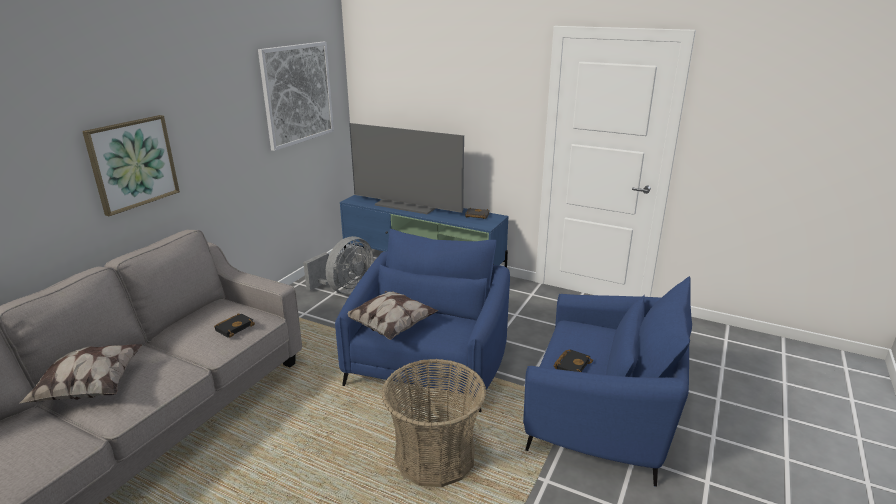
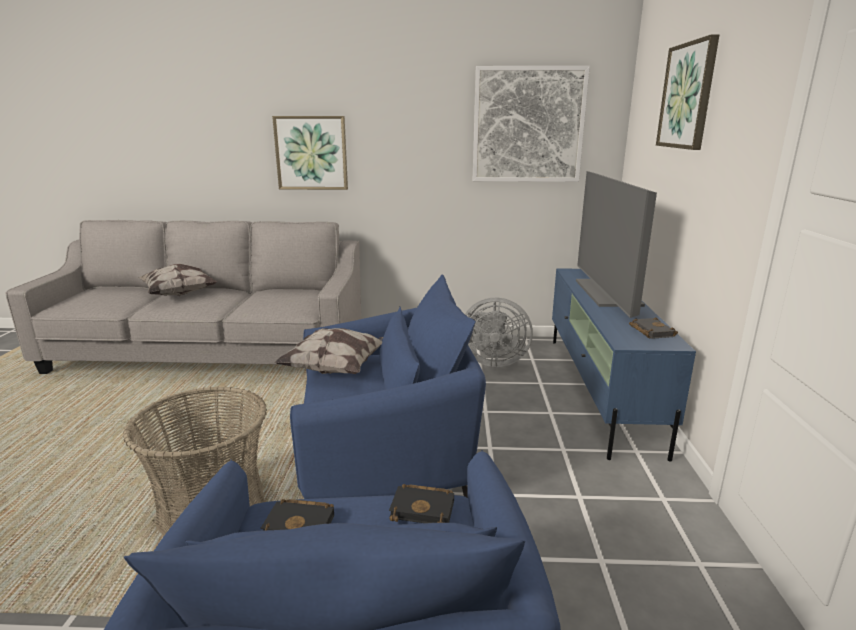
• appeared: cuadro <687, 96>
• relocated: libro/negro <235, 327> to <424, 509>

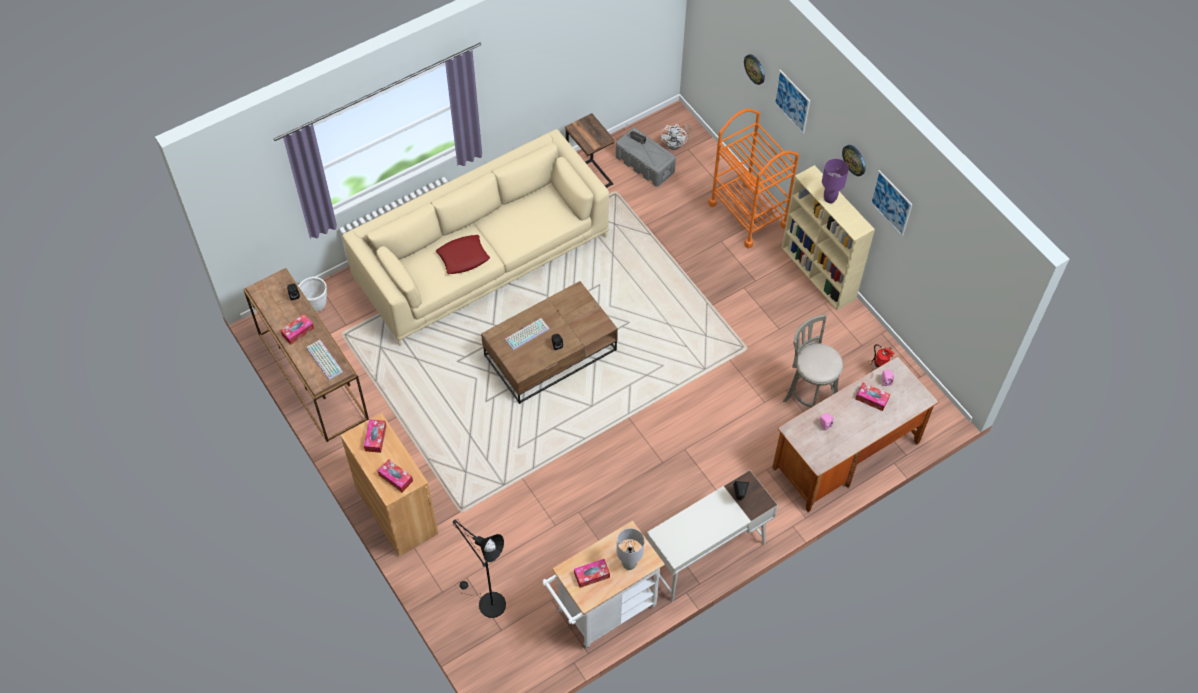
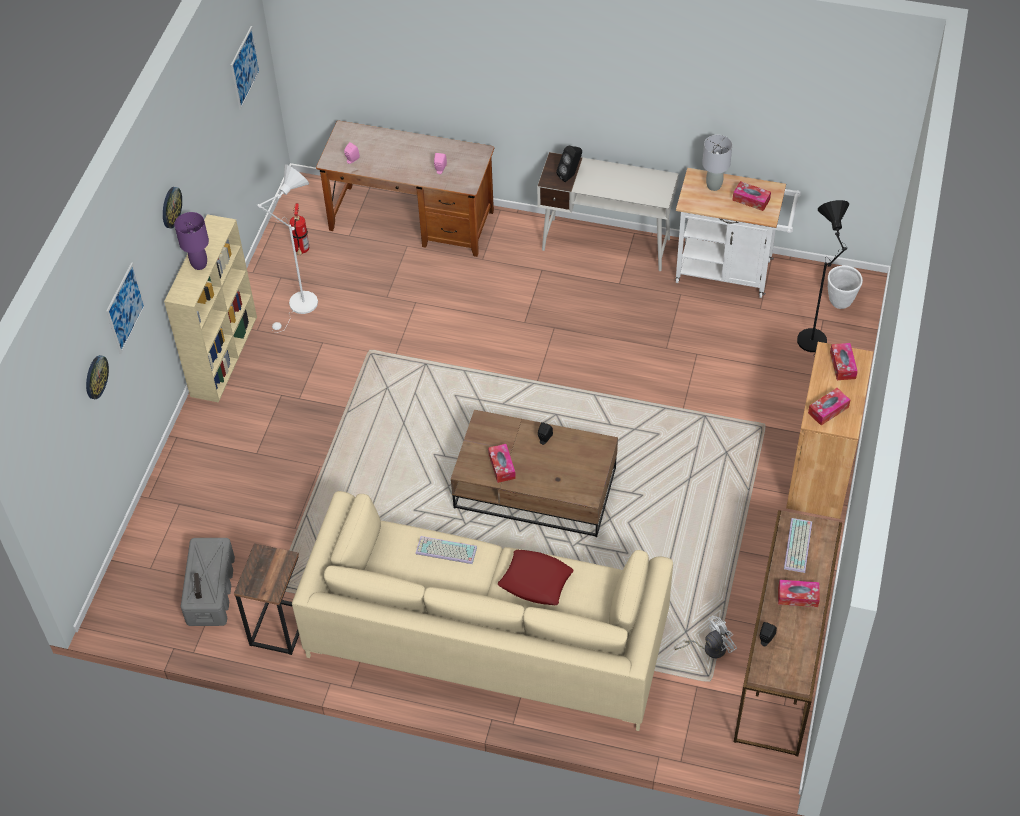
• missing: carrito/naranja <748, 214>
• missing: taburete/gris <808, 398>
• appeared: lámpara de pie/blanco <300, 307>
• relocated: maceta/blanco <316, 305> to <840, 302>
• relocated: teclado <527, 333> to <445, 551>
• relocated: ventilador/blanco <676, 143> to <709, 648>
• relocated: caja de pañuelos <871, 399> to <502, 466>
• relocated: cuadro <891, 203> to <245, 67>

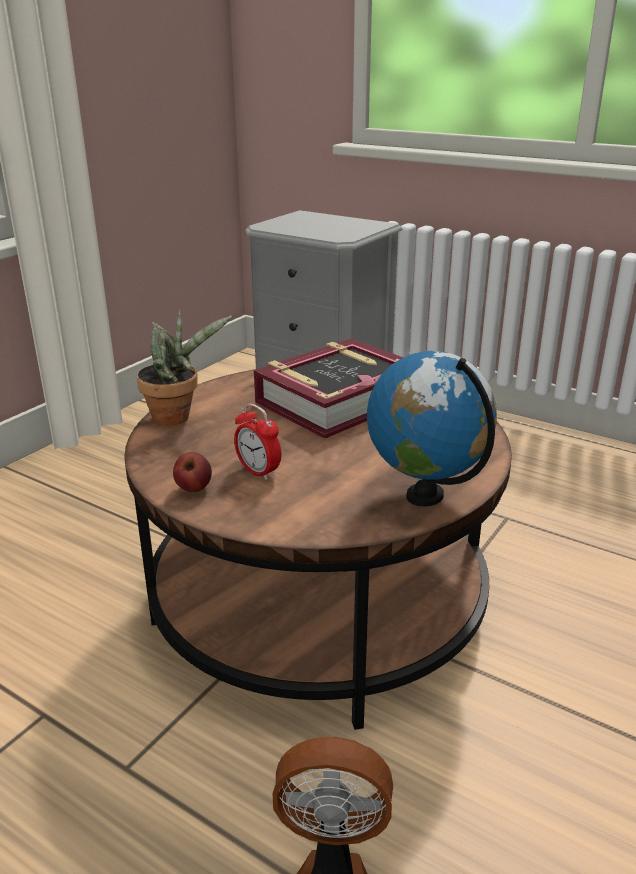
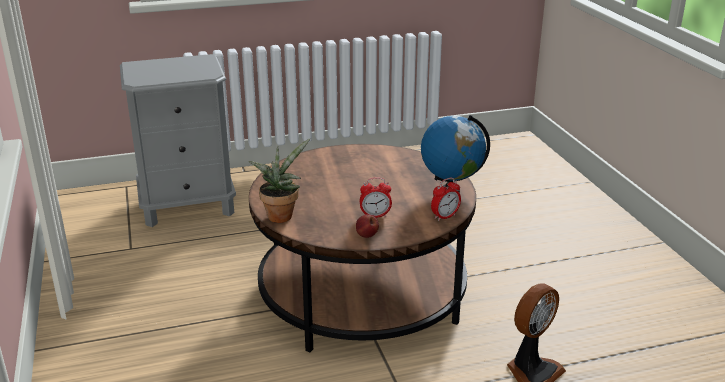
• missing: libro <338, 400>
• appeared: despertador <445, 216>

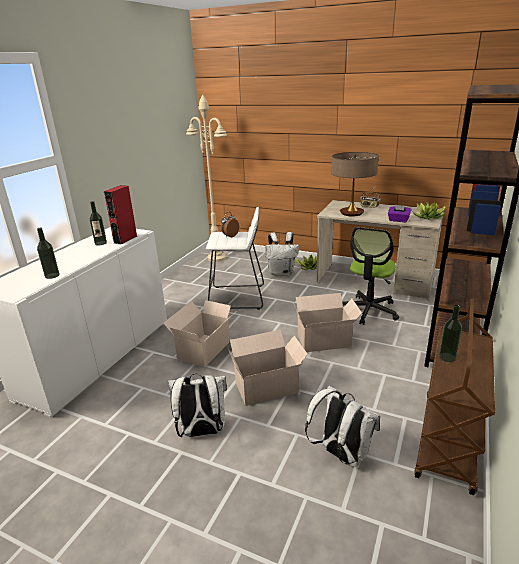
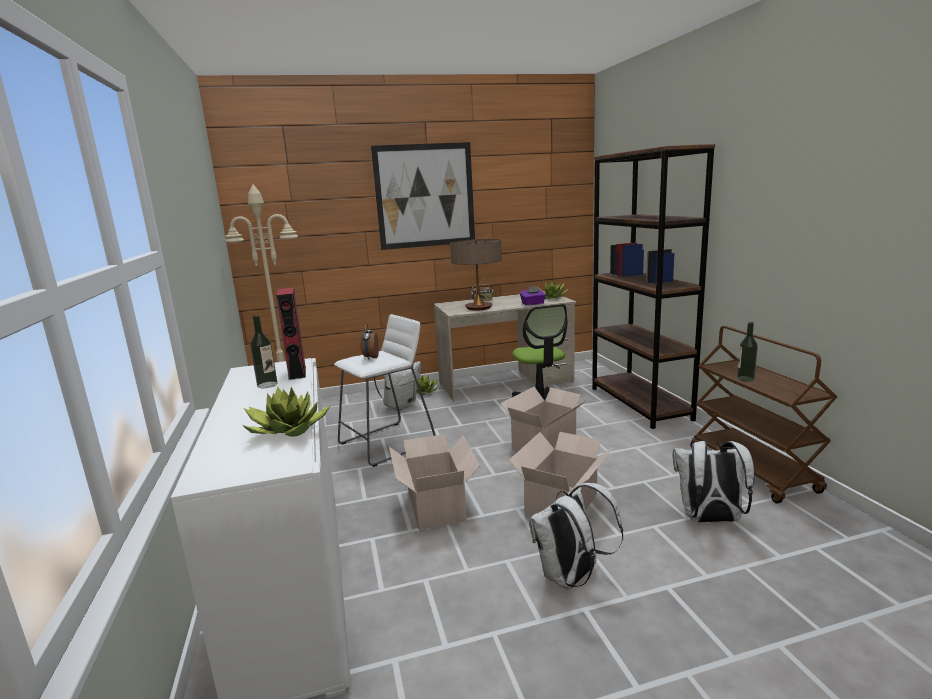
• appeared: cuadro <425, 196>
• exchanged: botella <52, 275> to planta en maceta <288, 430>

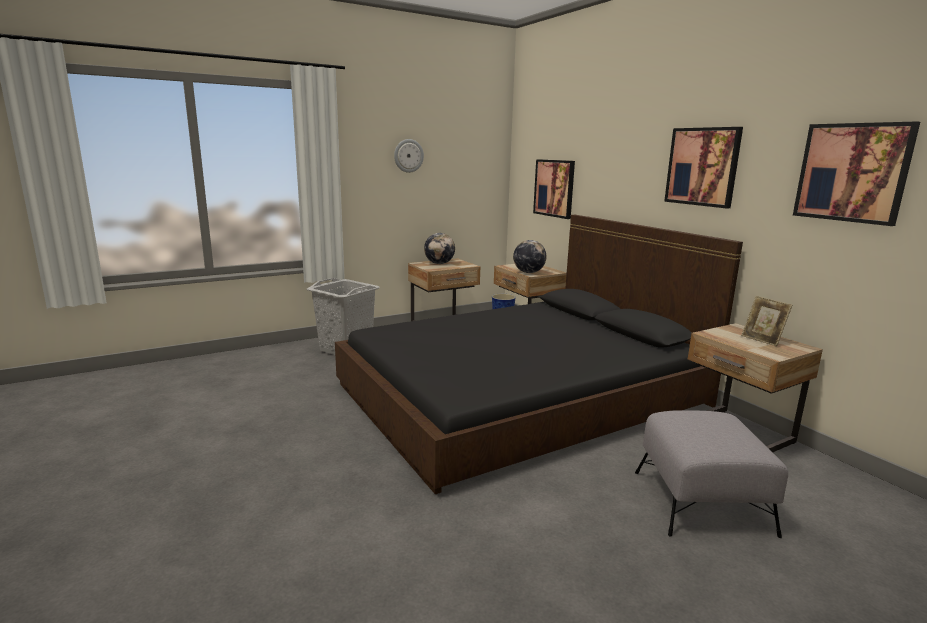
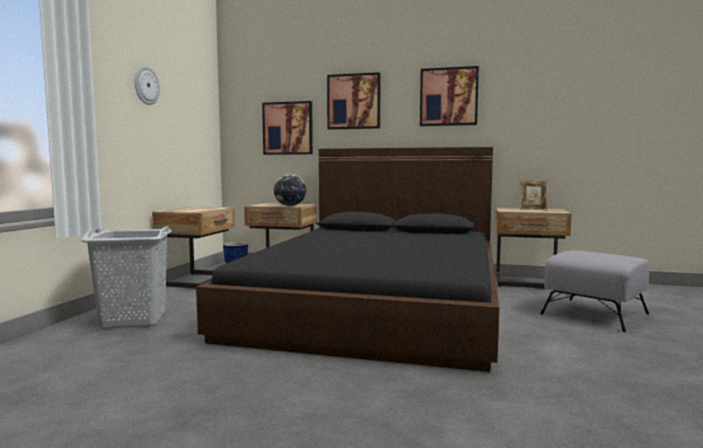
• missing: globo terráqueo <439, 263>
• relocated: cuadro <852, 172> to <354, 101>

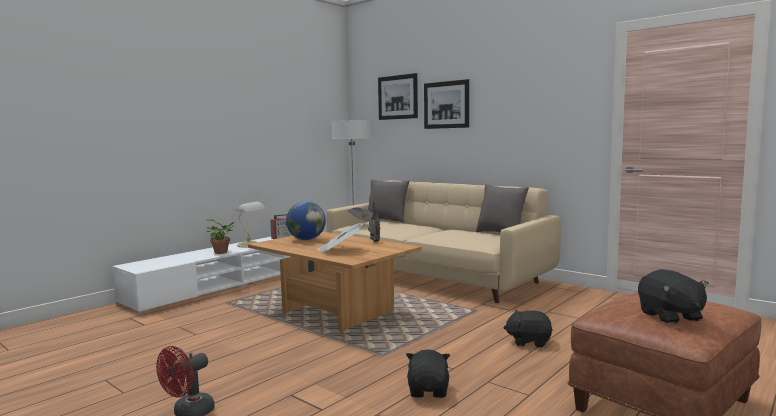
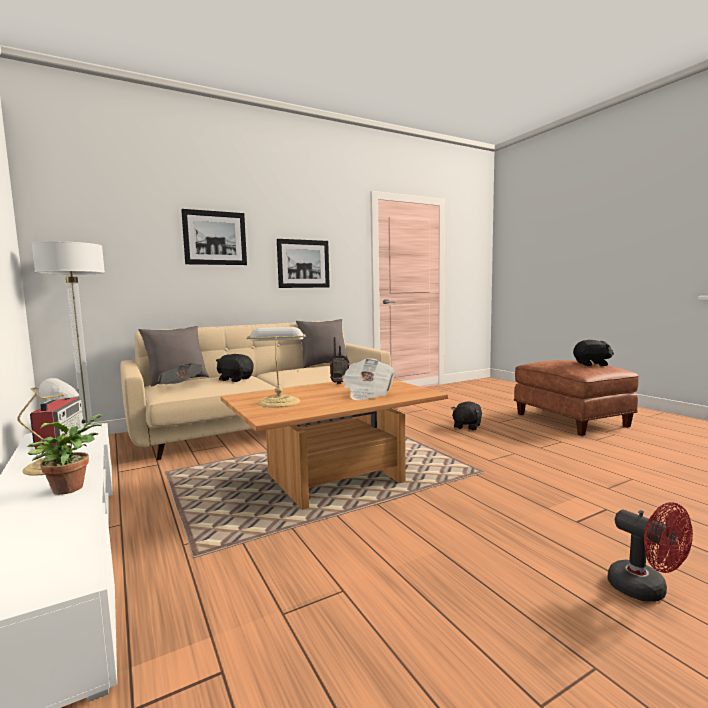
• relocated: cuadro <397, 97> to <303, 264>
• relocated: peluche/negro <428, 391> to <235, 379>
• exchanged: globo terráqueo <306, 239> to lámpara de mesa <279, 401>

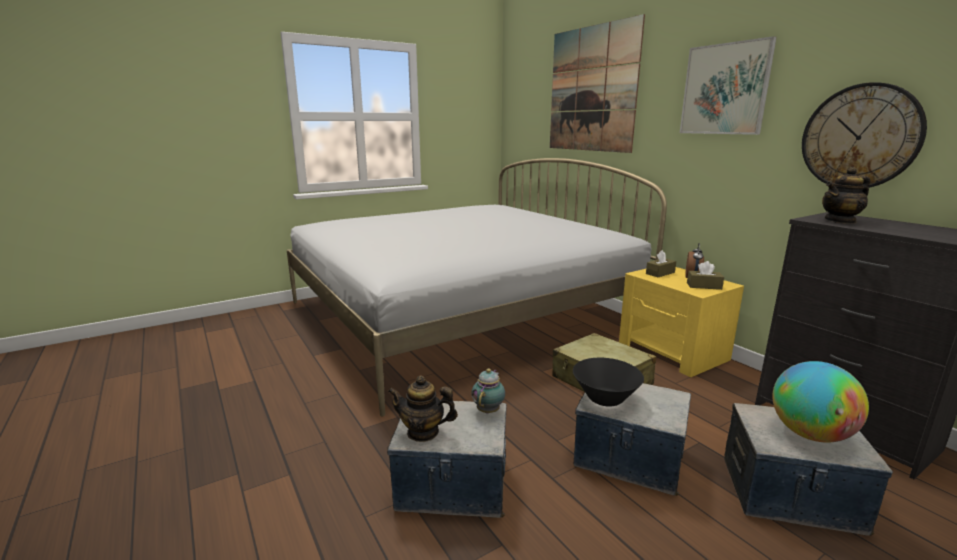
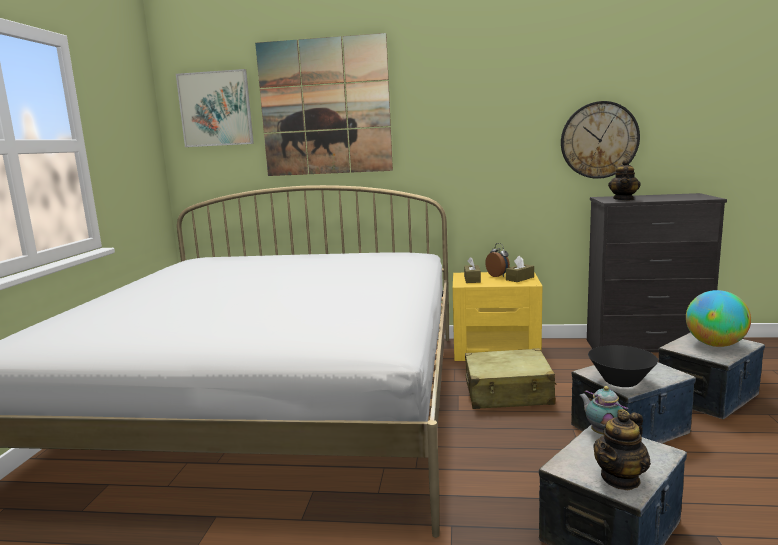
• relocated: cuadro <724, 89> to <215, 109>

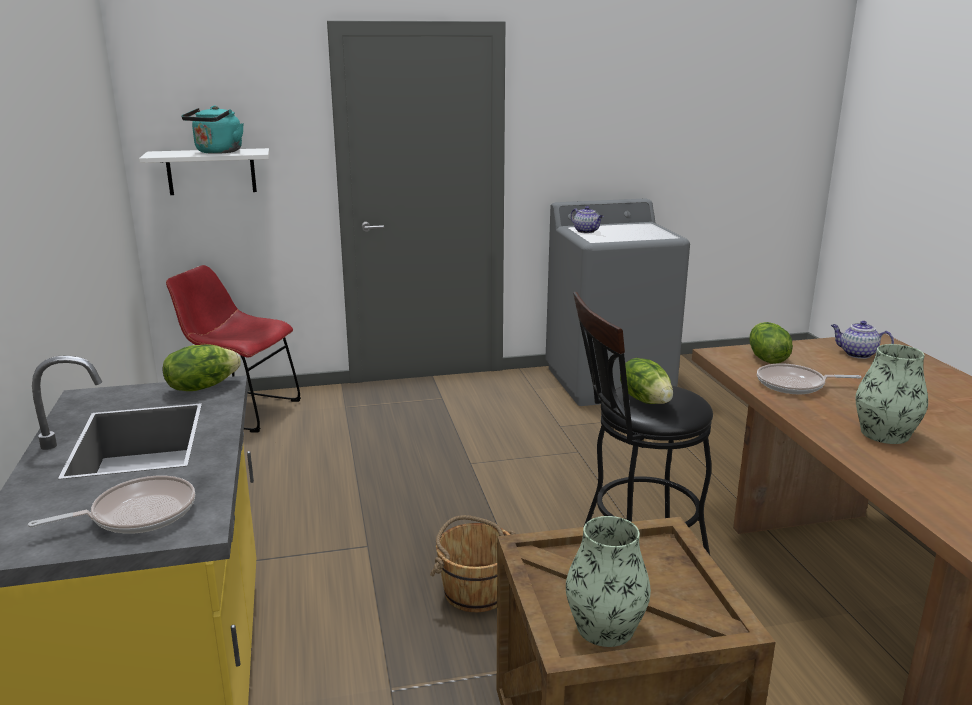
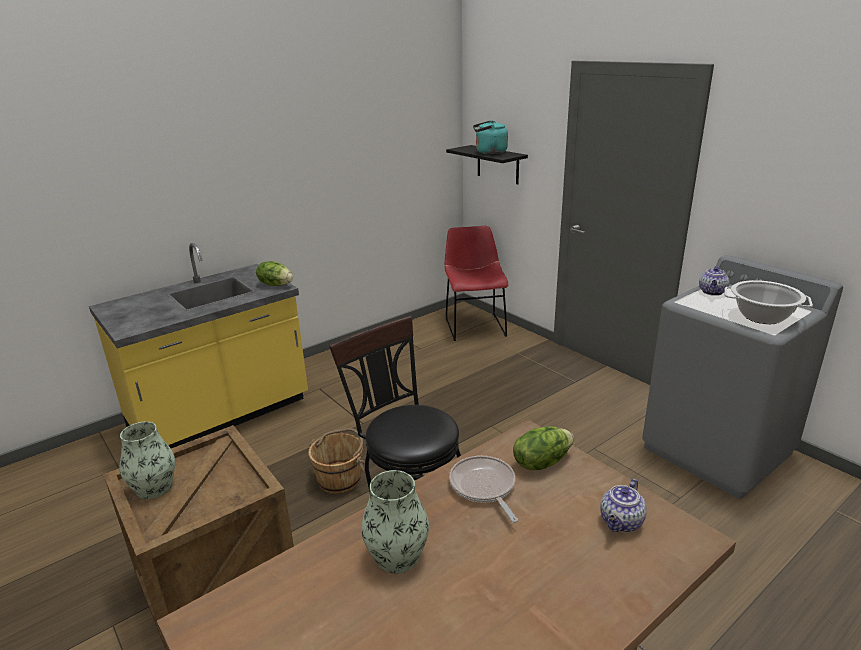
• missing: sartén <137, 514>
• missing: lechuga <646, 400>
• appeared: olla <762, 316>
• colour: estante/blanco <211, 171> to estante/negro <498, 164>
• spun: tetera <857, 354> = <621, 522> 150 degrees counterclockwise

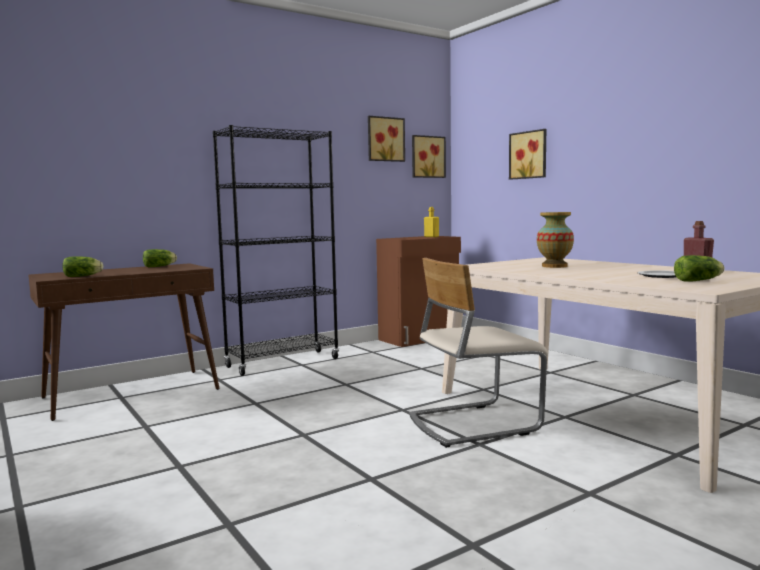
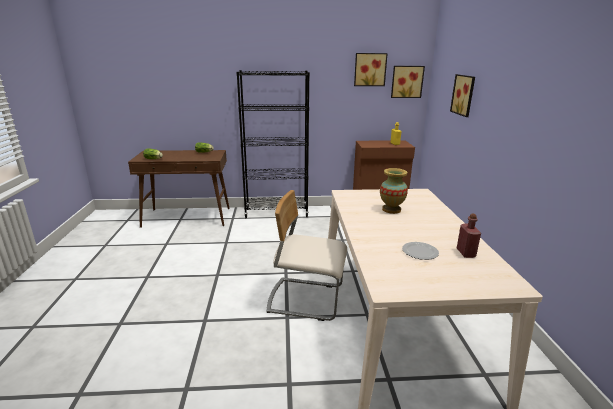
• missing: lechuga <699, 280>

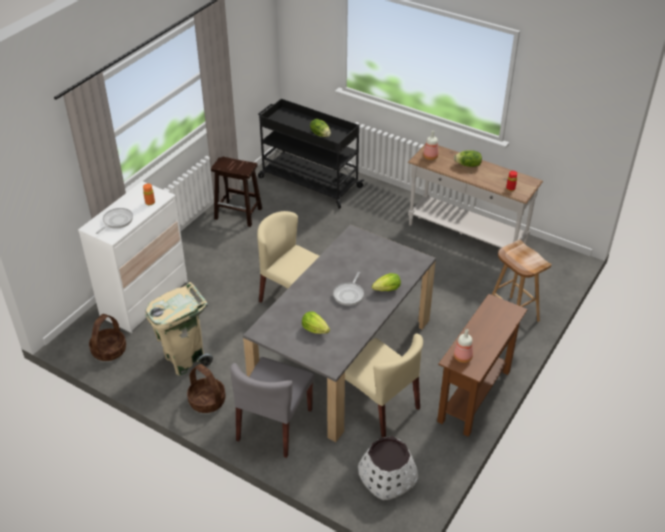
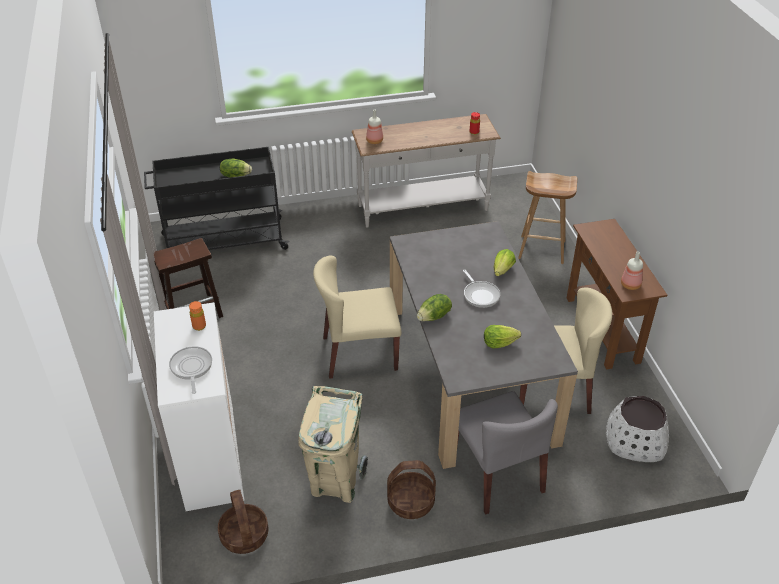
• relocated: lechuga <468, 165> to <434, 316>

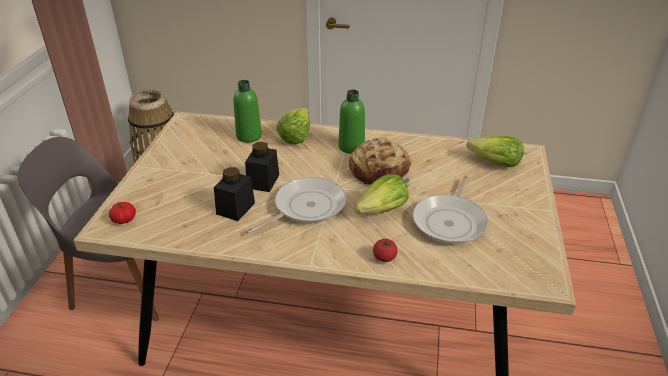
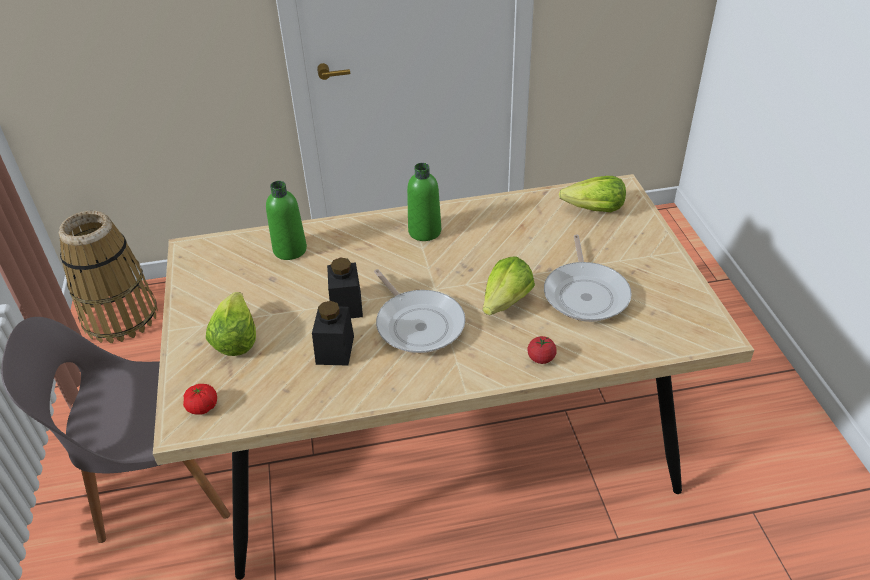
• missing: pan <380, 171>
• relocated: lechuga <295, 136> to <235, 338>
• spun: sartén <306, 207> = <418, 323> 120 degrees clockwise

